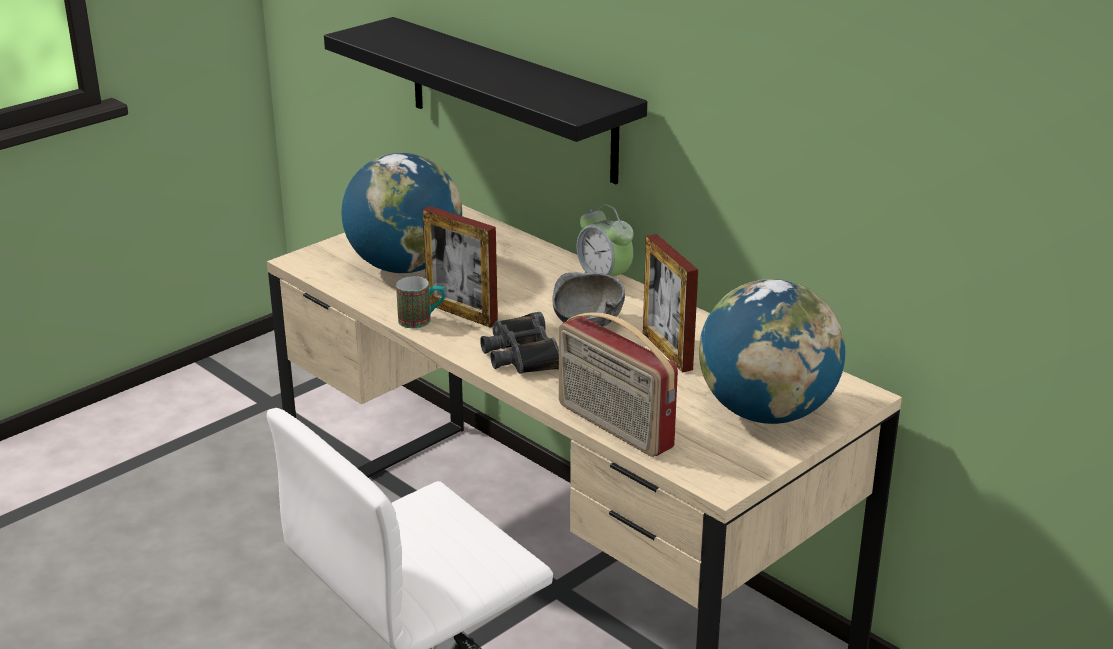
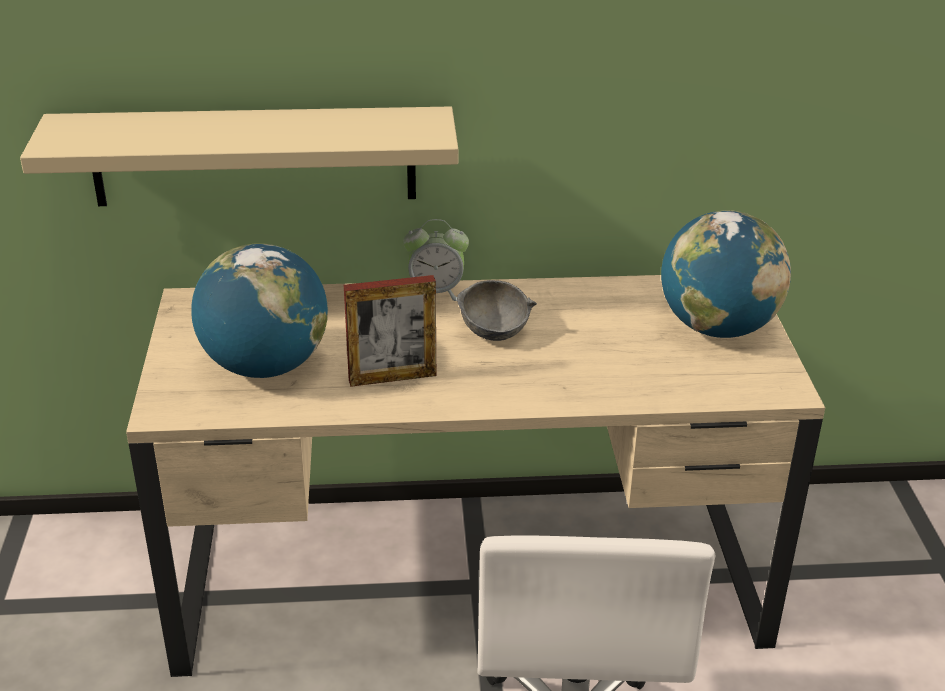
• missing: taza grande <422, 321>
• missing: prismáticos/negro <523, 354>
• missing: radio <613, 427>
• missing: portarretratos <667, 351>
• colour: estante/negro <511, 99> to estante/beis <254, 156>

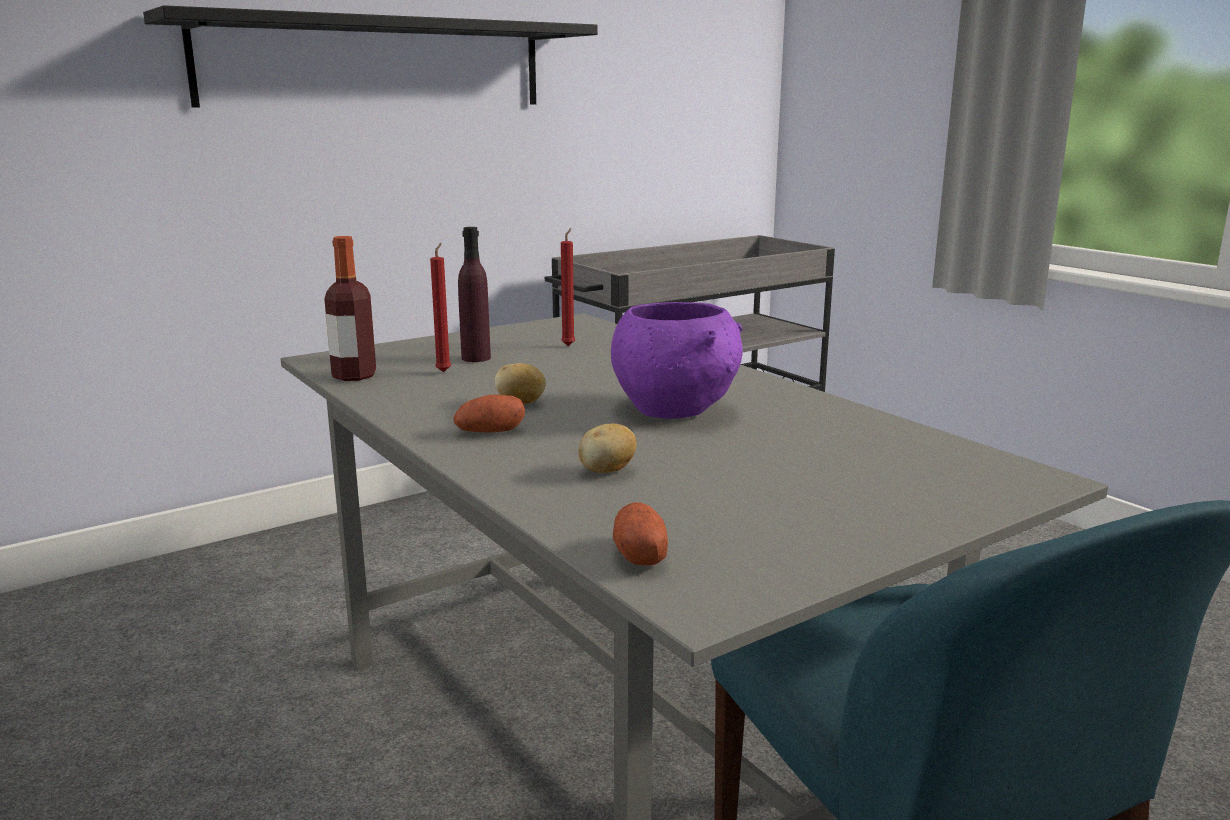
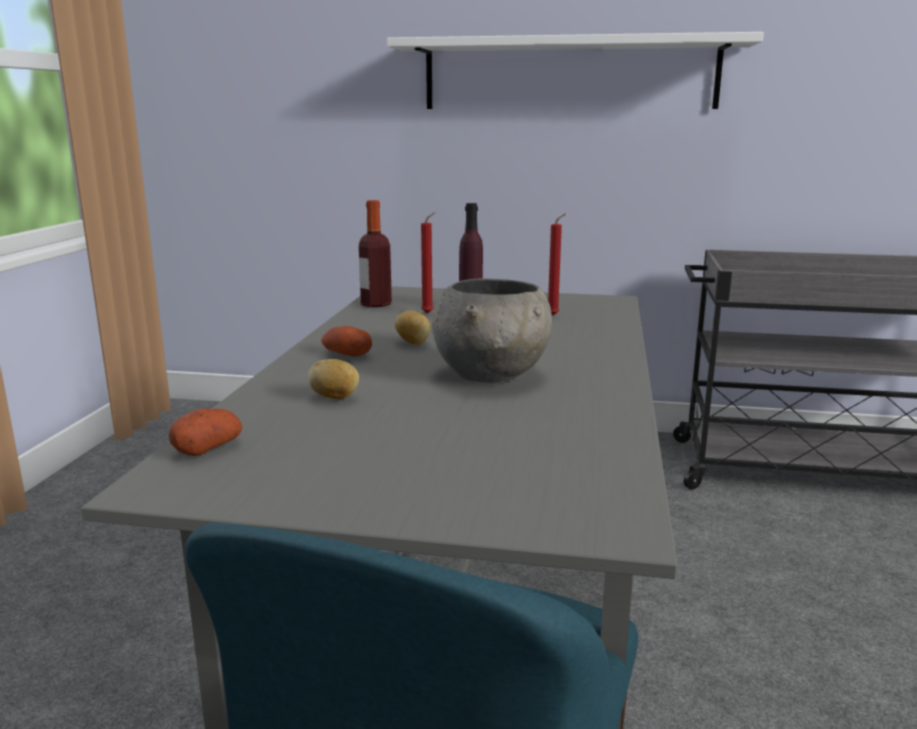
• colour: estante/negro <377, 63> to estante/blanco <569, 75>
• colour: cuenco/morado <675, 410> to cuenco/gris <492, 375>

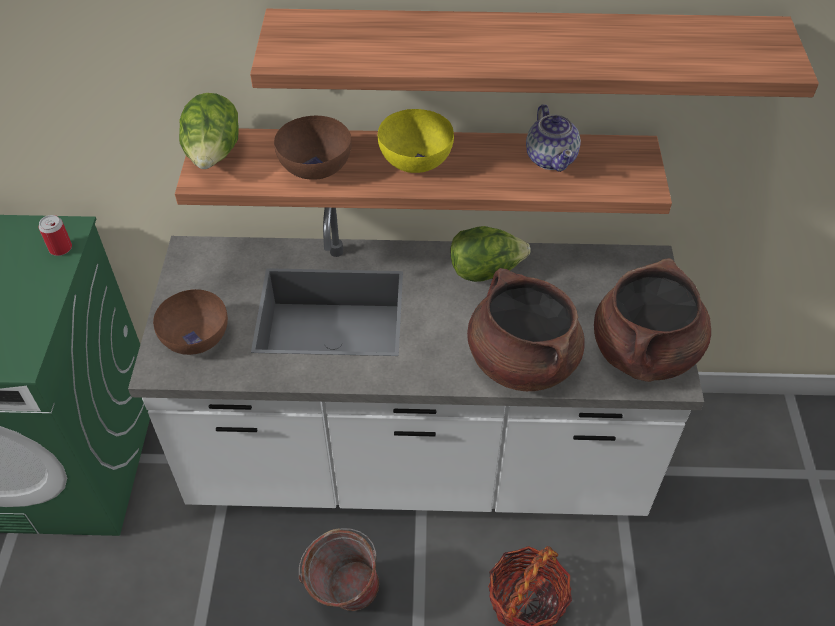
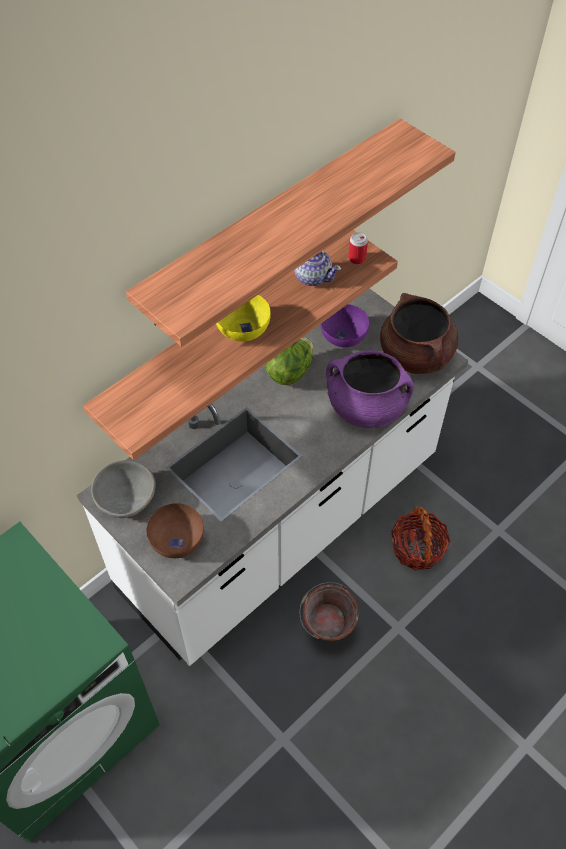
• missing: lechuga <214, 156>
• missing: cuenco/marrón <315, 166>
• appeared: cuenco/gris <126, 500>
• appeared: cuenco/morado <343, 336>
• relocated: lata <60, 248> to <357, 259>
• colour: olla/marrón <521, 361> to olla/morado <366, 407>

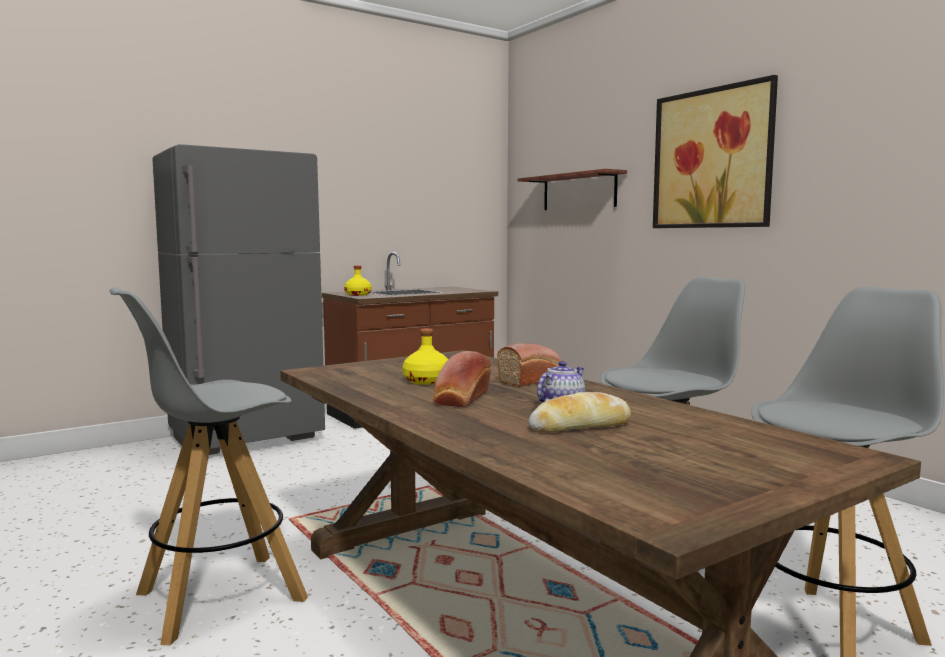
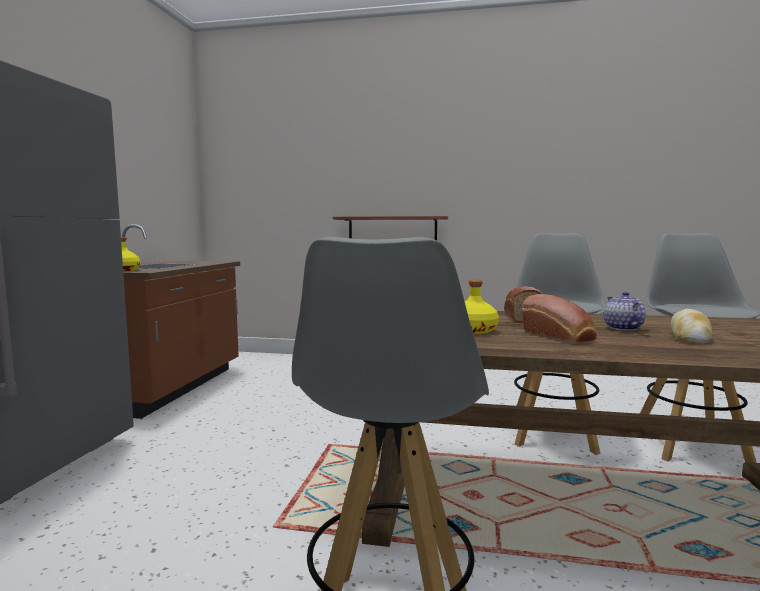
• missing: cuadro <712, 159>
• relocated: estante <579, 192> to <392, 231>

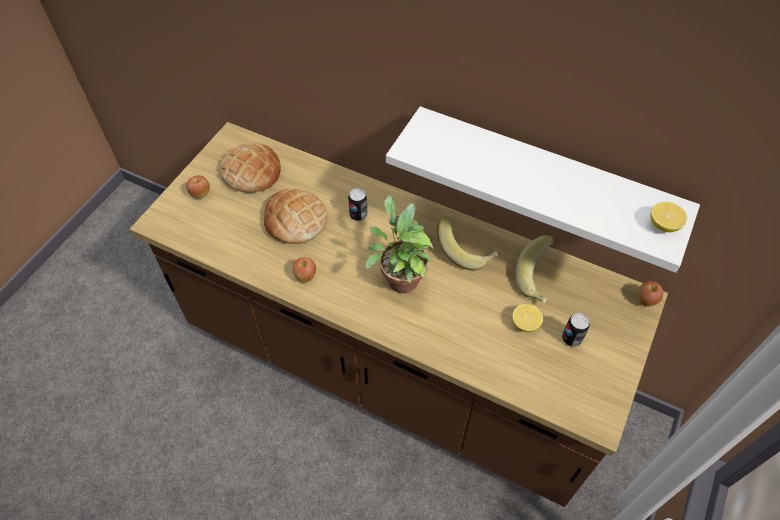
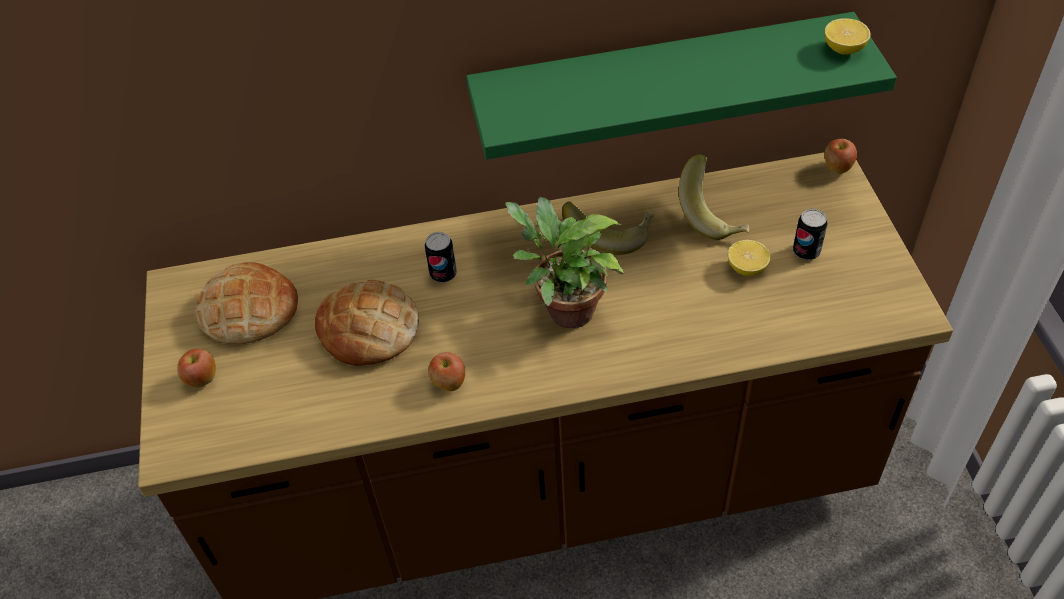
• colour: estante/blanco <545, 177> to estante/verde <661, 83>

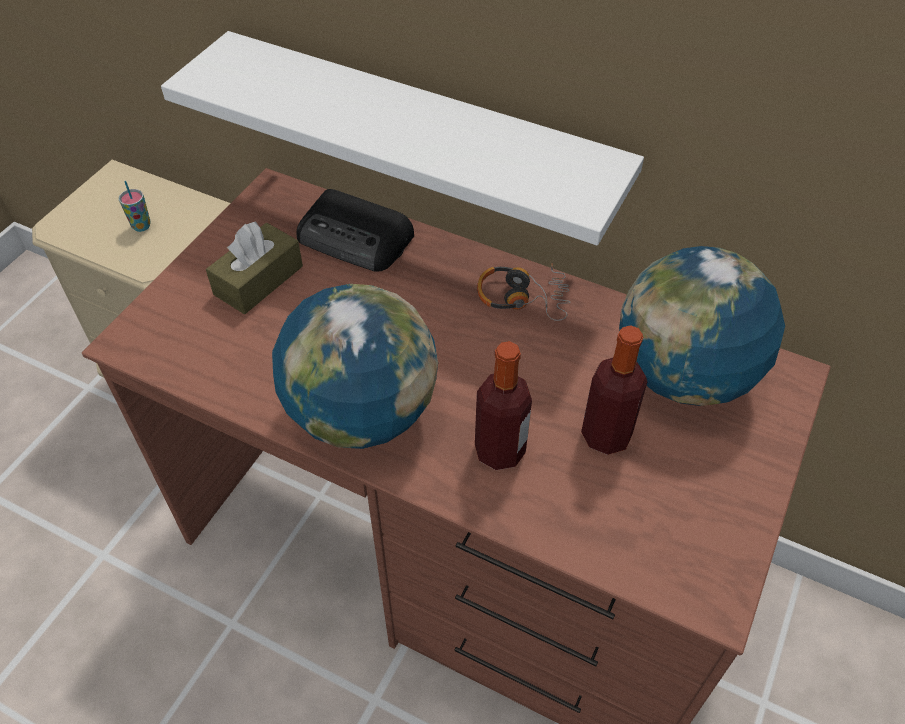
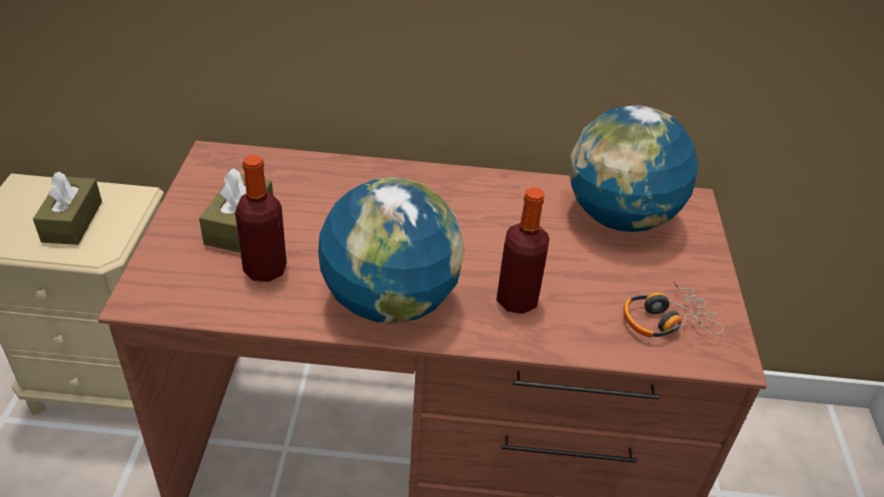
• missing: estante/blanco <422, 136>
• missing: radio <356, 239>
• relocated: auriculares <523, 297> to <666, 320>
• relocated: botella <606, 435> to <265, 269>
• exchanged: taza <141, 226> to caja de pañuelos/marrón <72, 221>

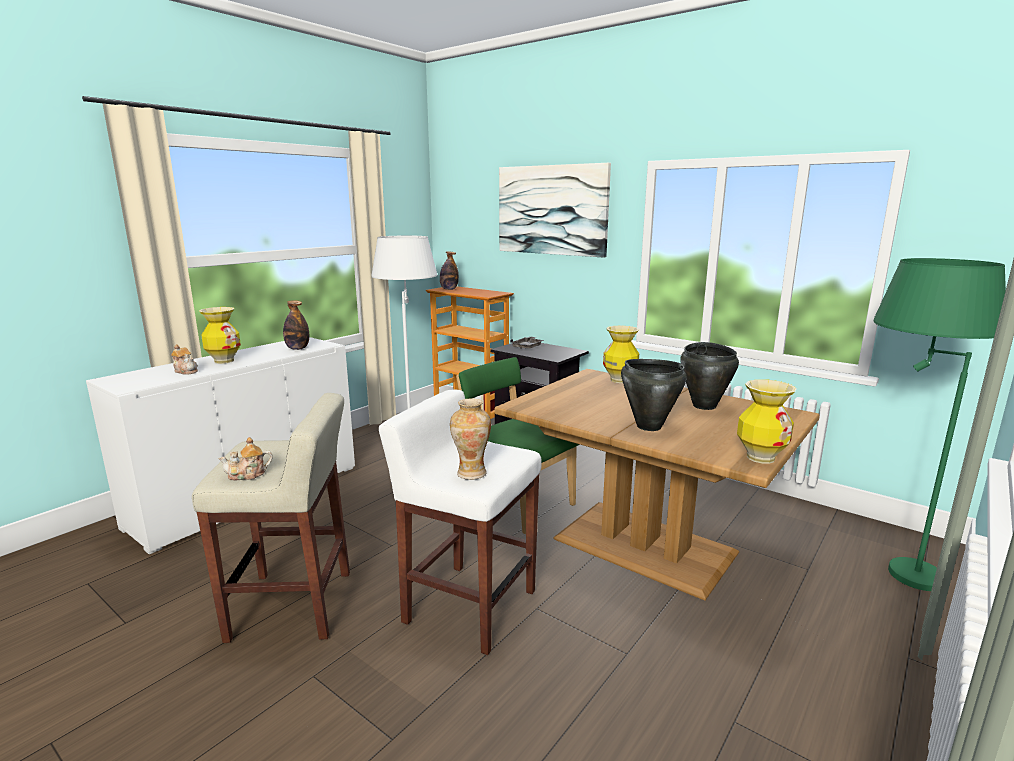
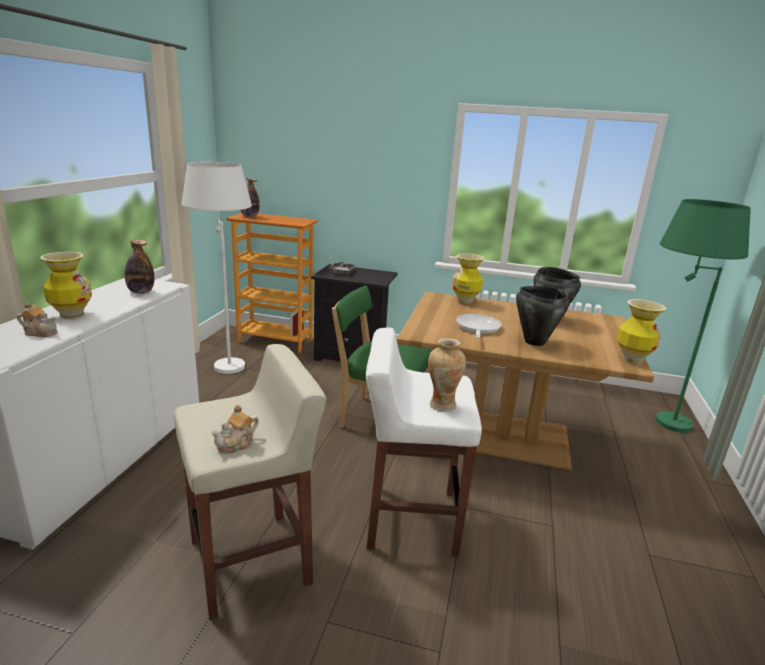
• missing: cuadro <552, 210>
• appeared: sartén <477, 328>

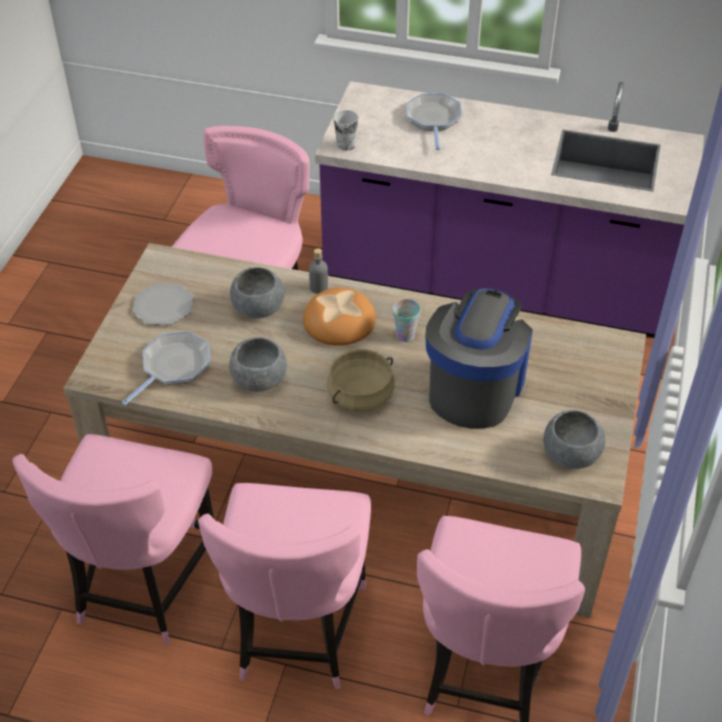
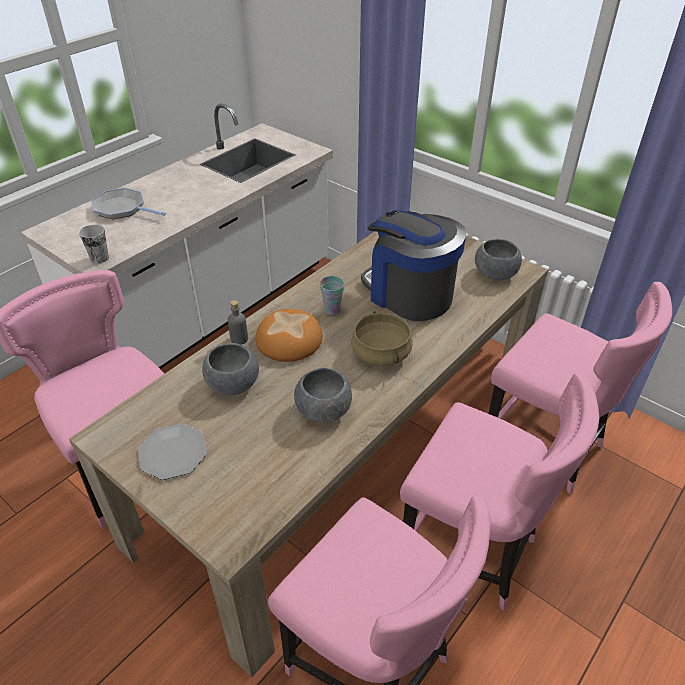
• missing: sartén <174, 366>
• colour: mueble bajo de cocina/morado <495, 285> to mueble bajo de cocina/blanco <212, 310>

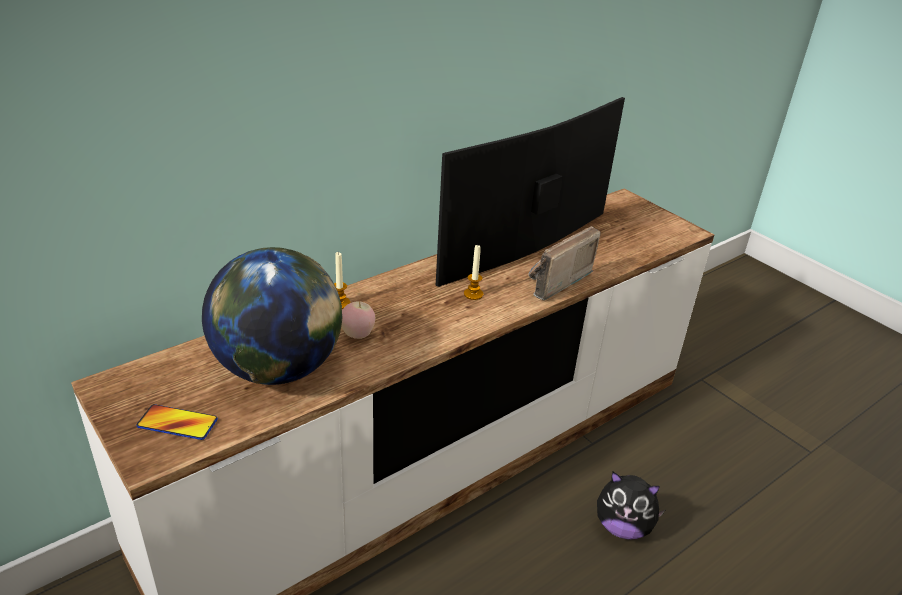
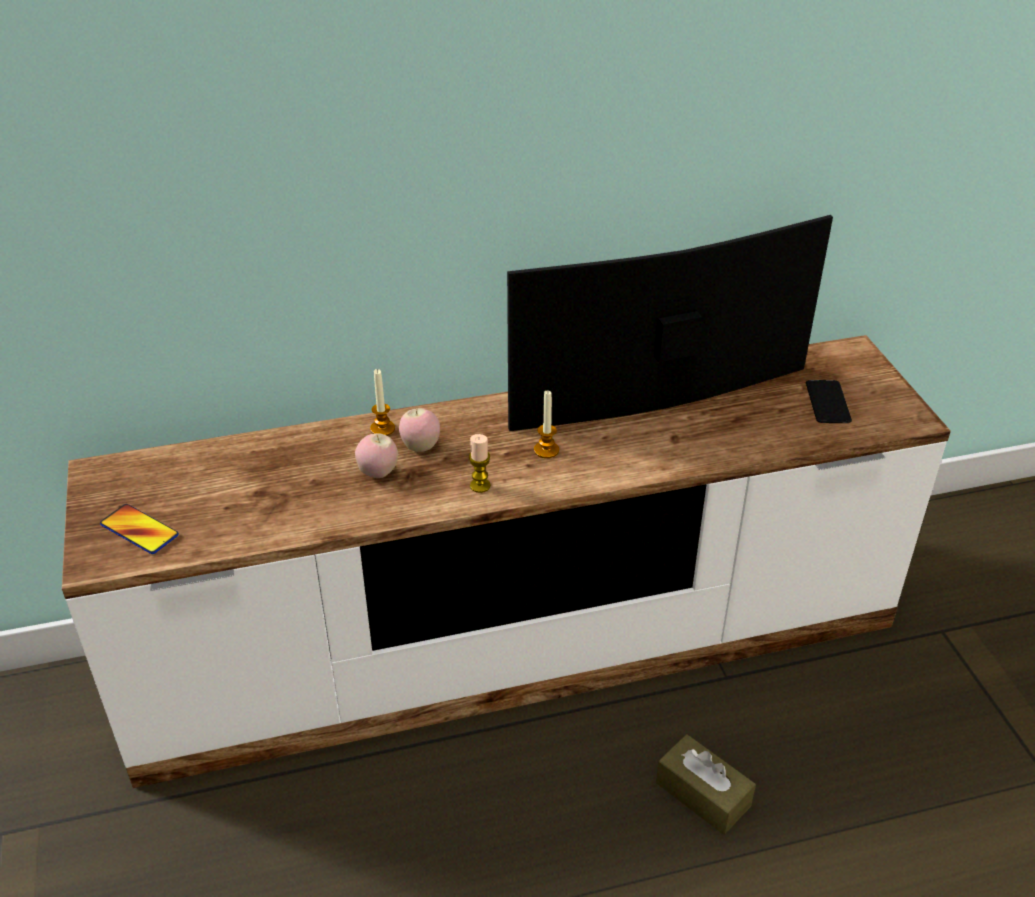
• missing: globo terráqueo <278, 369>
• missing: radio <552, 281>
• appeared: manzana <420, 447>
• appeared: vela <480, 486>
• appeared: móvil <827, 402>
• exchanged: peluche <622, 527> to caja de pañuelos/marrón <702, 794>

